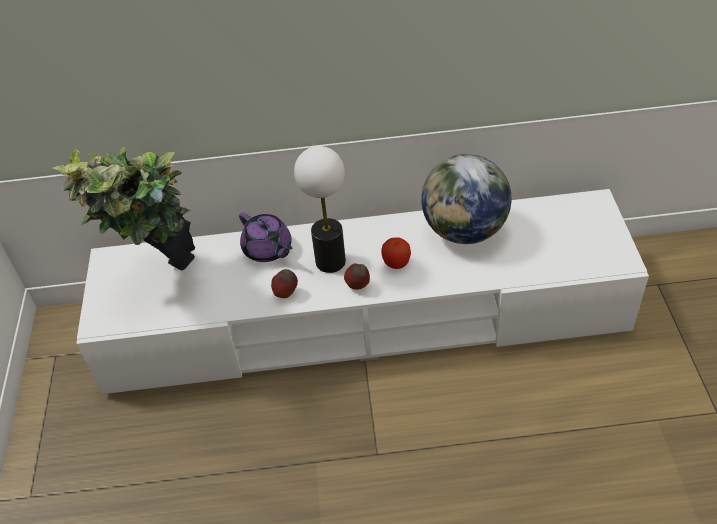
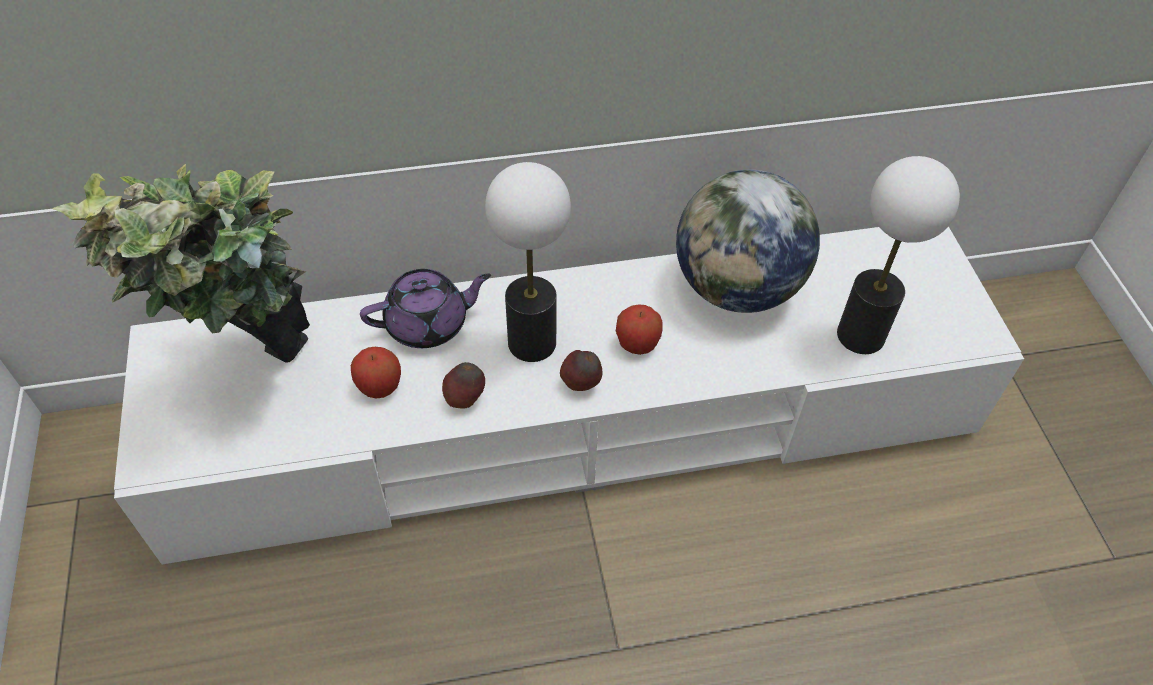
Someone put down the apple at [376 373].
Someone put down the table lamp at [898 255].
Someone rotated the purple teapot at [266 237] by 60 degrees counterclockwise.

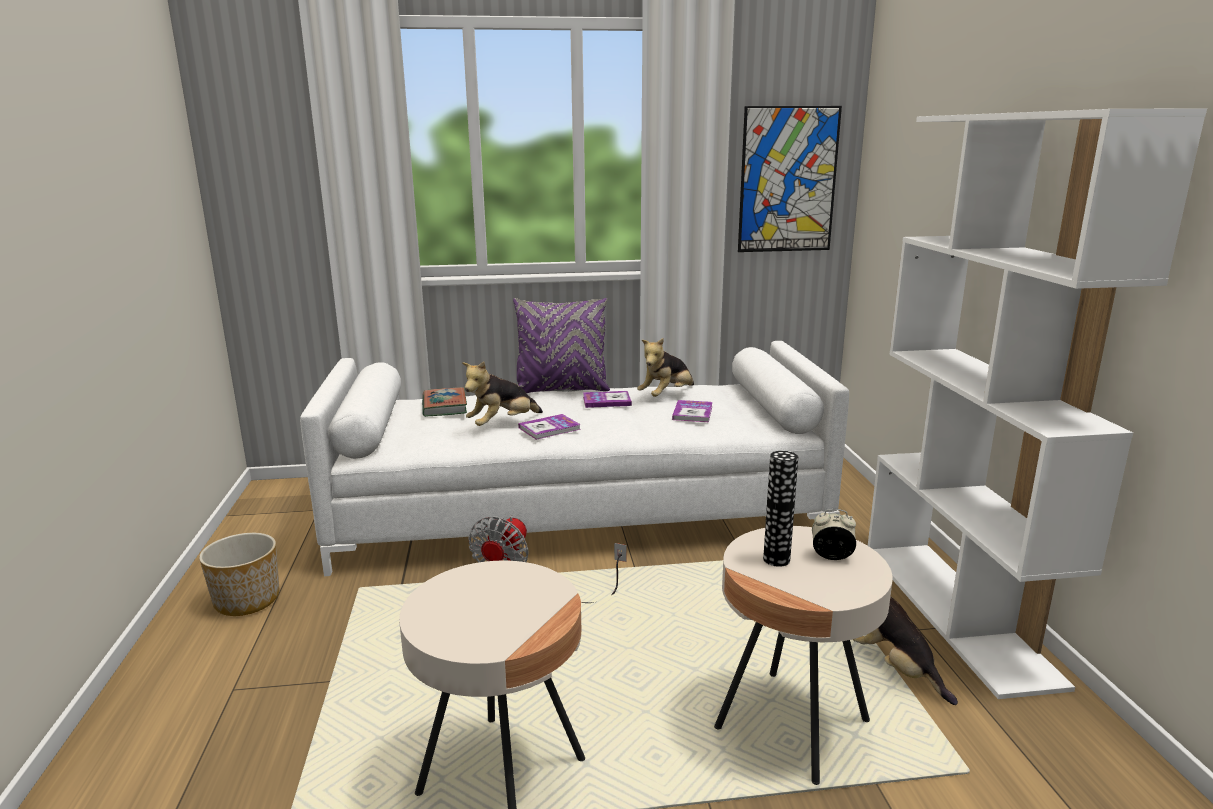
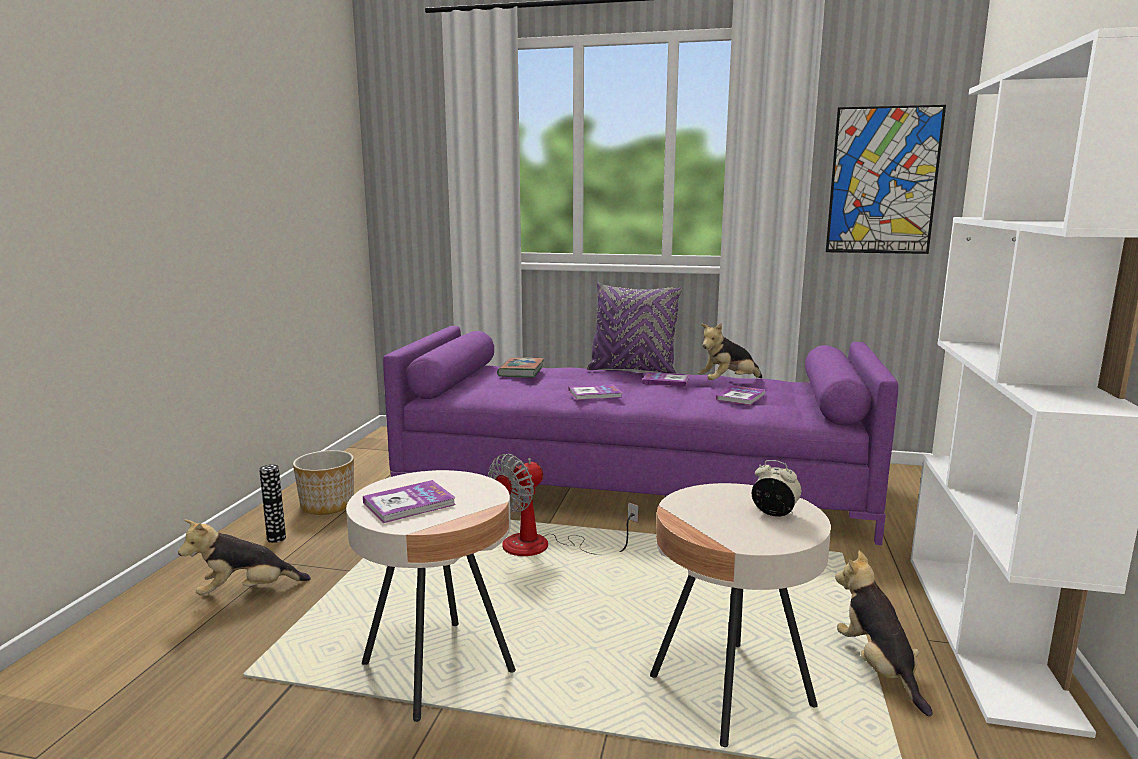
Someone put down the book at [409 501].
Someone carried the plush toy from [502 394] to [244 557].
Someone carried the vase from [780 509] to [272 503].
Someone repainted the white sofa at [574 458], which became the purple sofa at [640 435].

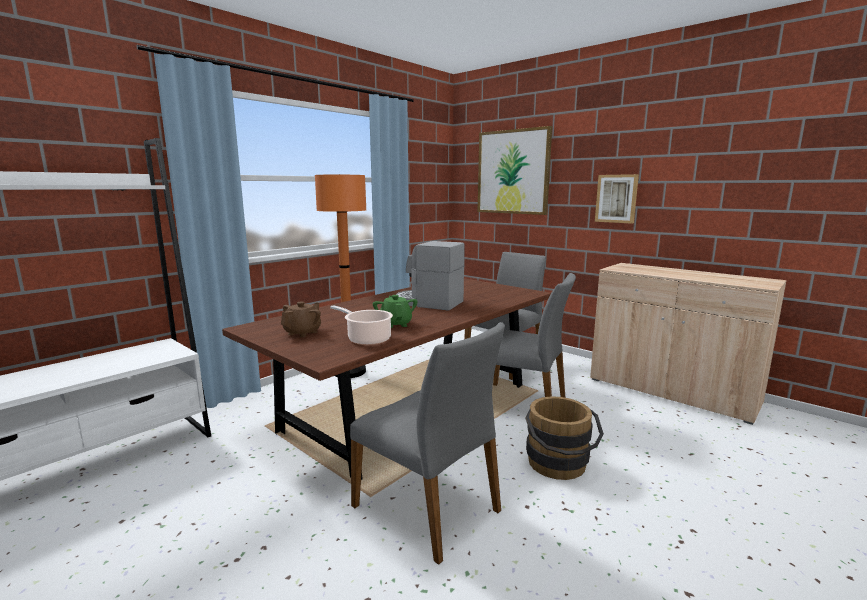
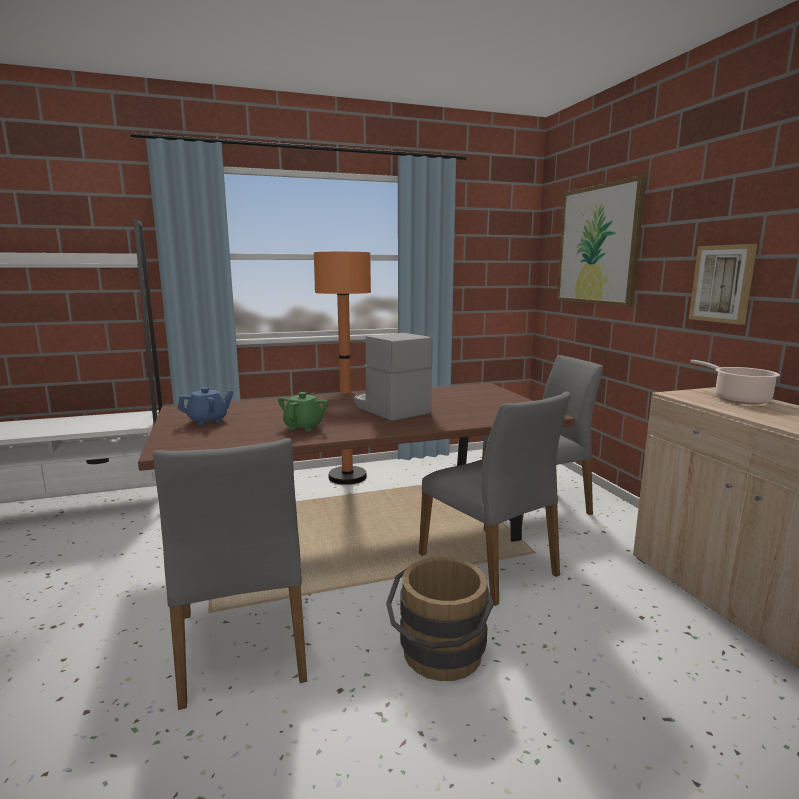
Someone carried the cooking pot from [361 325] to [735 382].
Someone repainted the brown teapot at [301 320], which became the blue teapot at [206 406].

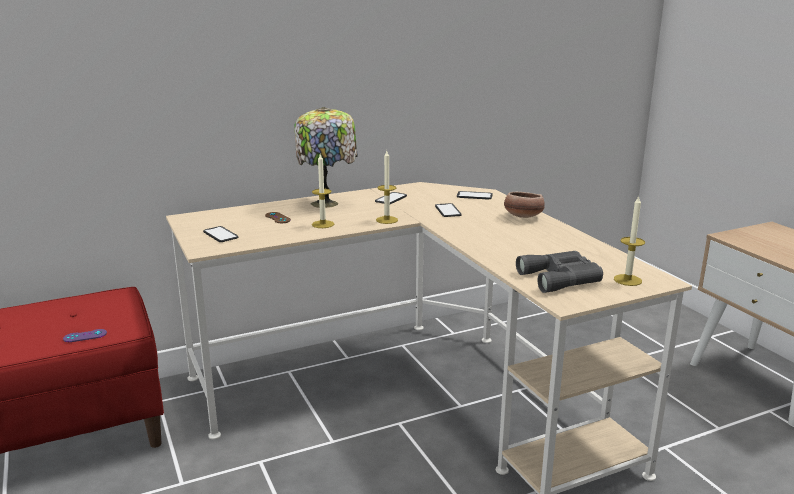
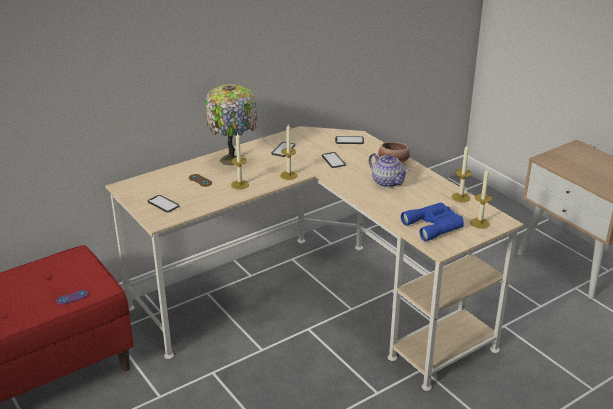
Someone put down the teapot at [389 170].
Someone put down the candle at [462 174].
Someone repainted the grey binoculars at [559 272], which became the blue binoculars at [432 222].

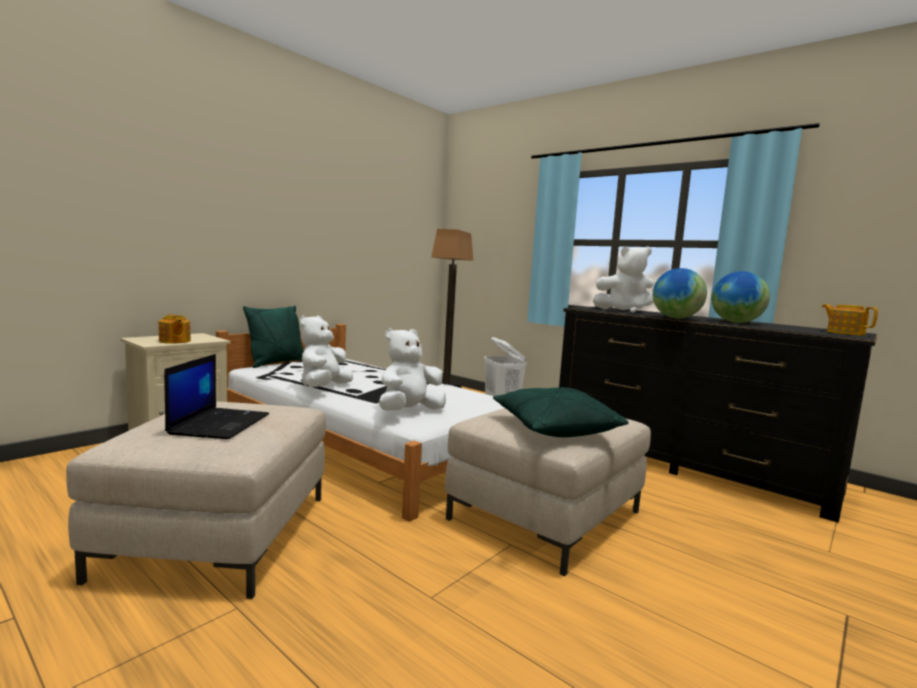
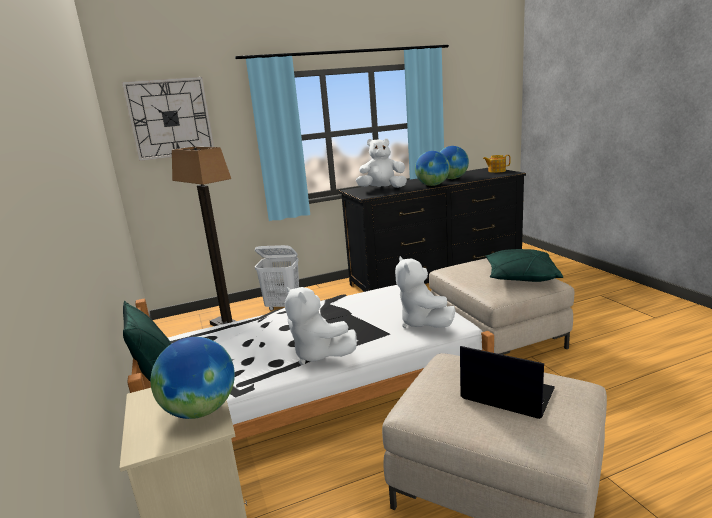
Someone put up the wall clock at [168 119].
Someone swapped the teapot at [175 329] for the globe at [193 378].
Someone rotated the white plush toy at [623 279] by 120 degrees counterclockwise.

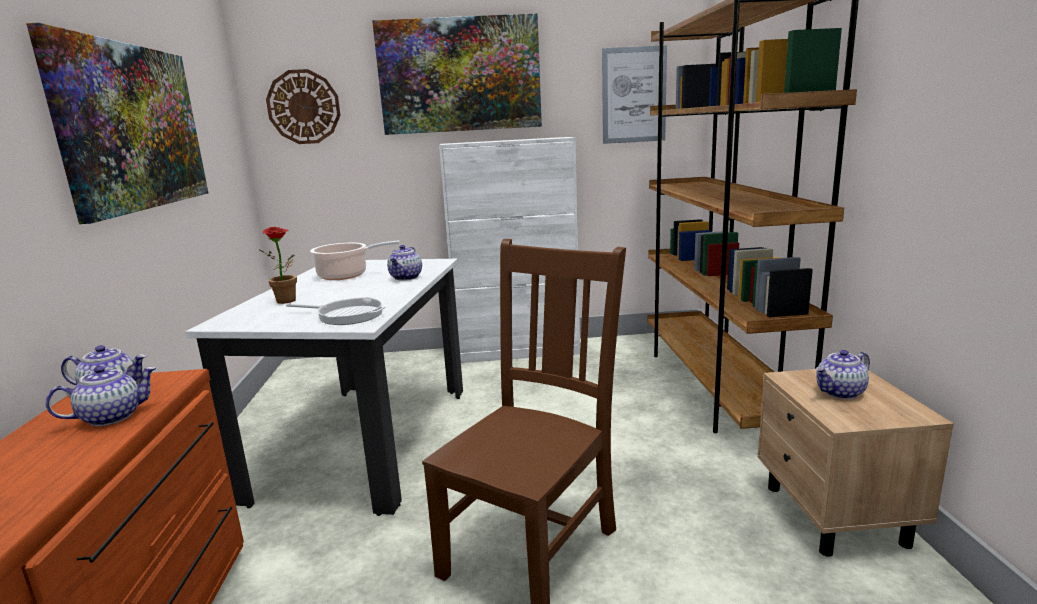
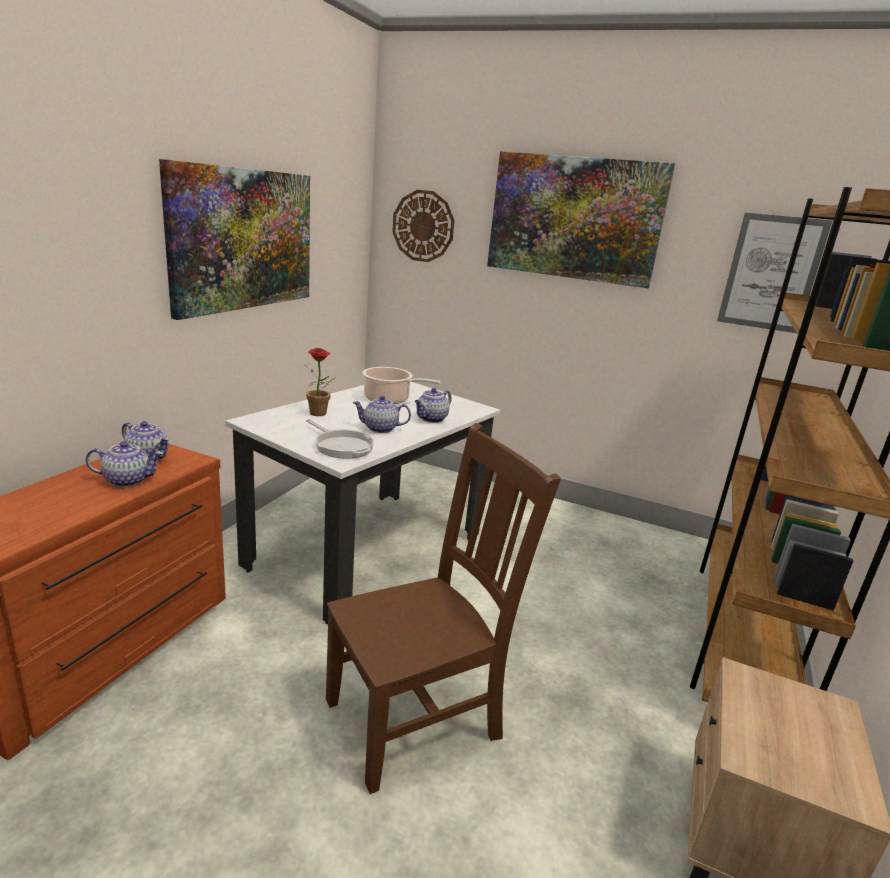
Someone took away the white cabinet at [509 250].
Someone carried the teapot from [842 374] to [381 414].

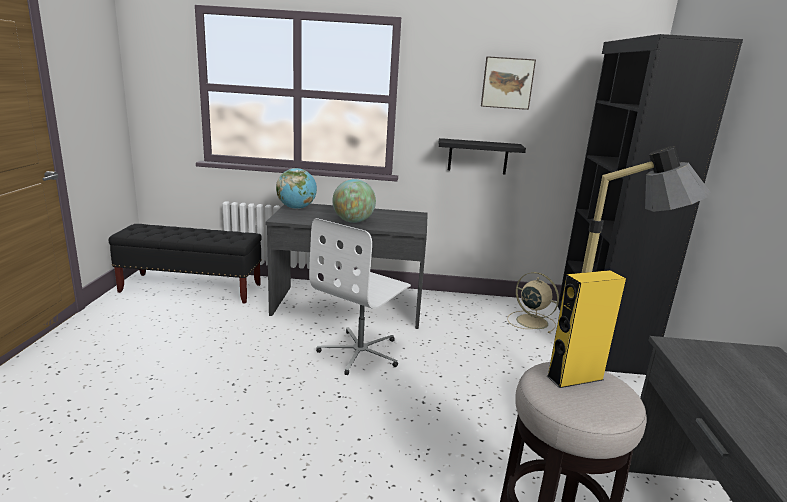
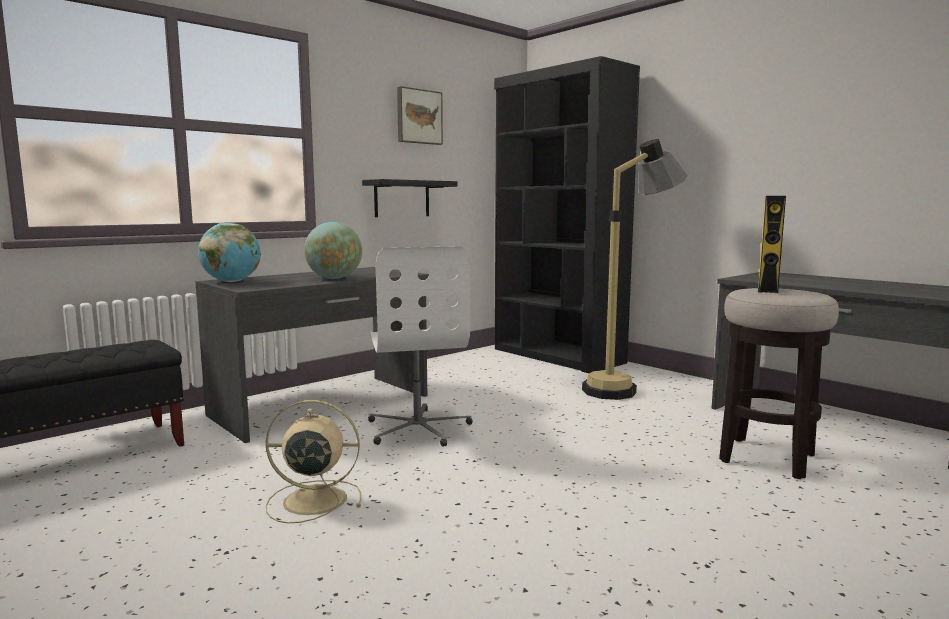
Someone carried the beige fan from [533 302] to [313 461].

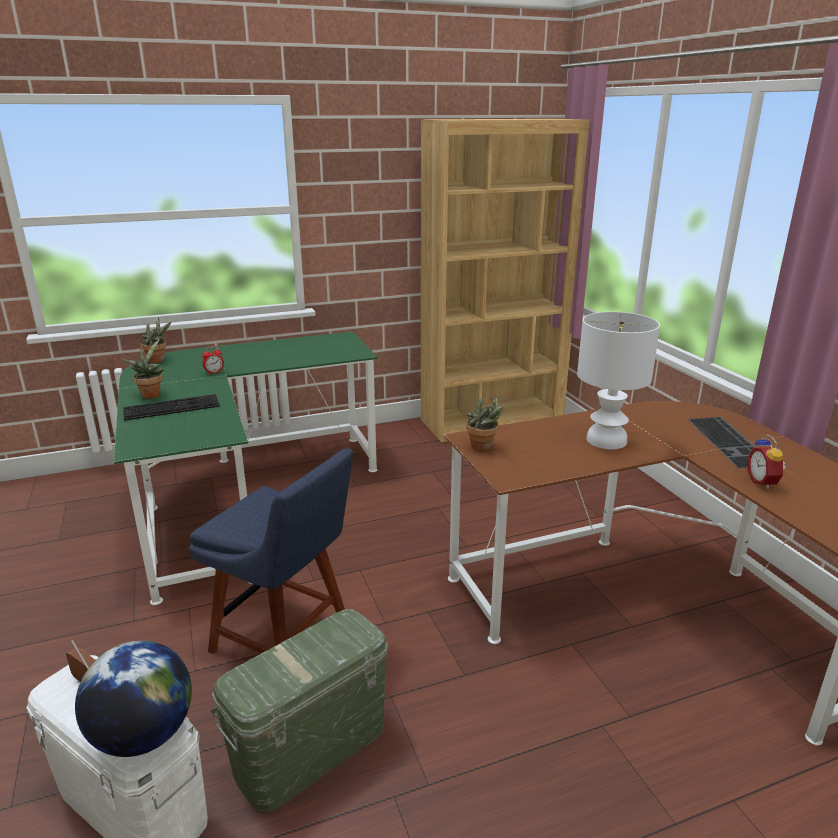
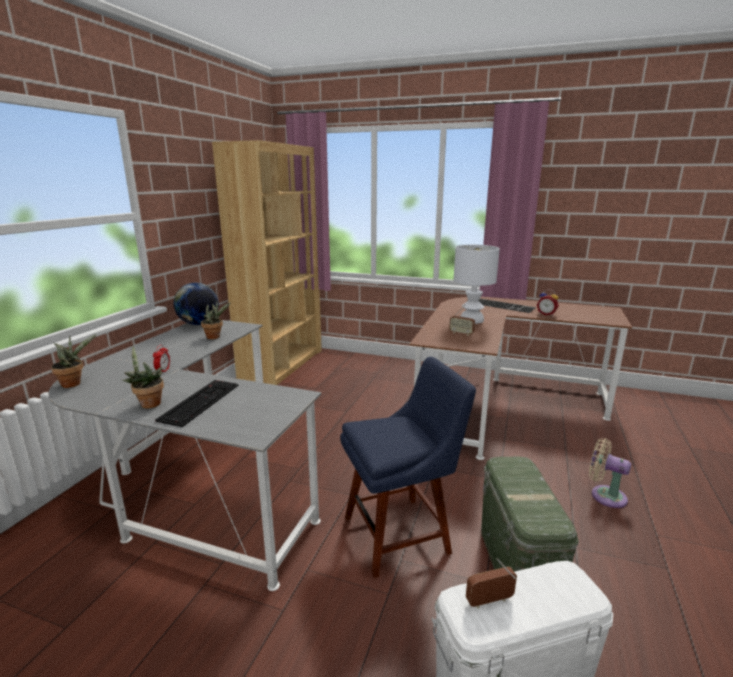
Someone put down the radio at [462 320].
Someone put down the beige fan at [610 473].
Someone carried the globe from [133 699] to [196 304].
Someone carried the potted plant from [485 423] to [216 320].
Someone repainted the green desk at [246 468], which became the grey desk at [184 455].

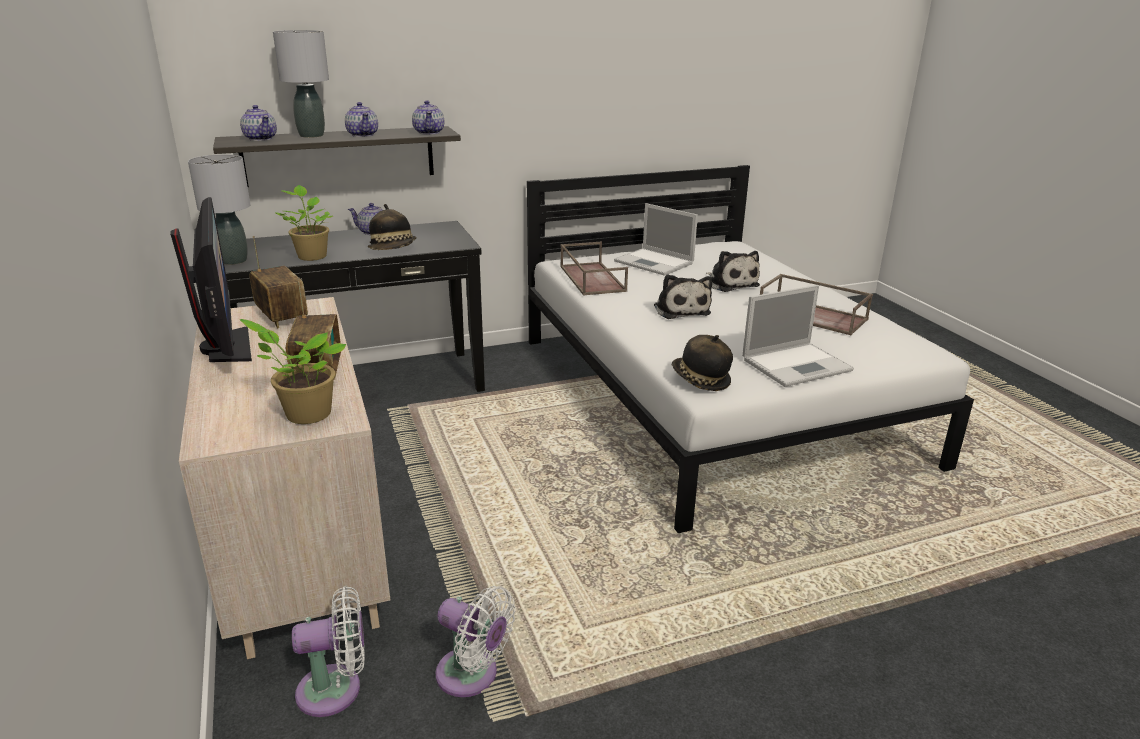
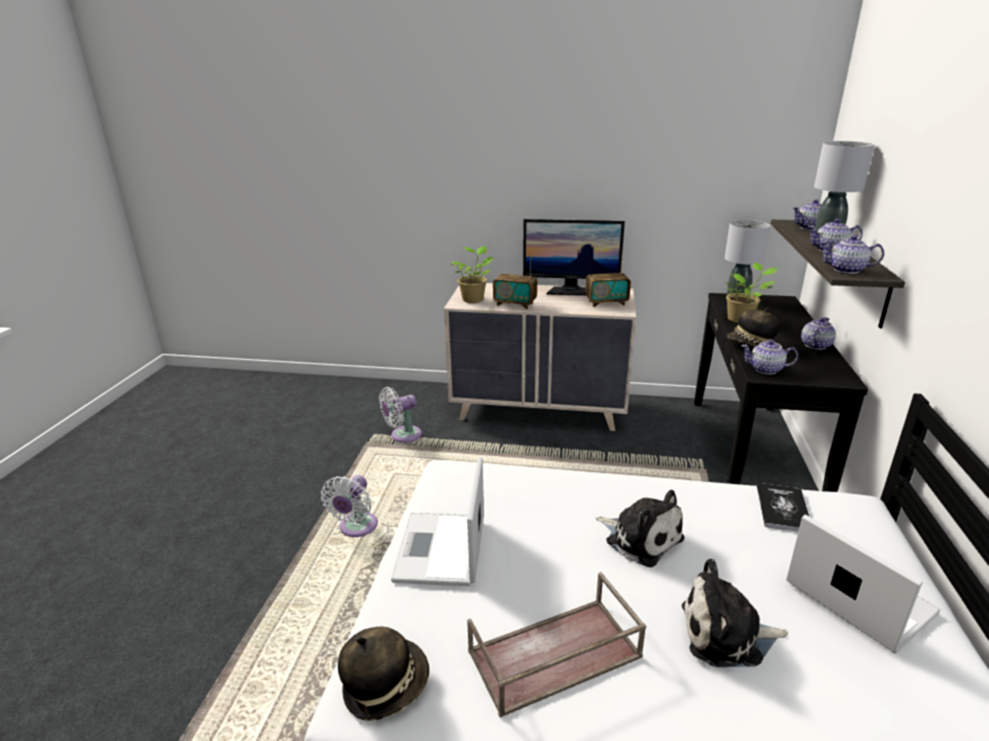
Someone put down the teapot at [769 357].
Someone carried the white fan from [328 651] to [349 506].
Someone carried the hat from [702 363] to [383 674].
Someone swapped the brown tray at [594 269] for the book at [783 507].
Someone rotated the laptop at [656 239] by 75 degrees clockwise.
Someone rotated the plush toy at [683 297] by 150 degrees counterclockwise.

